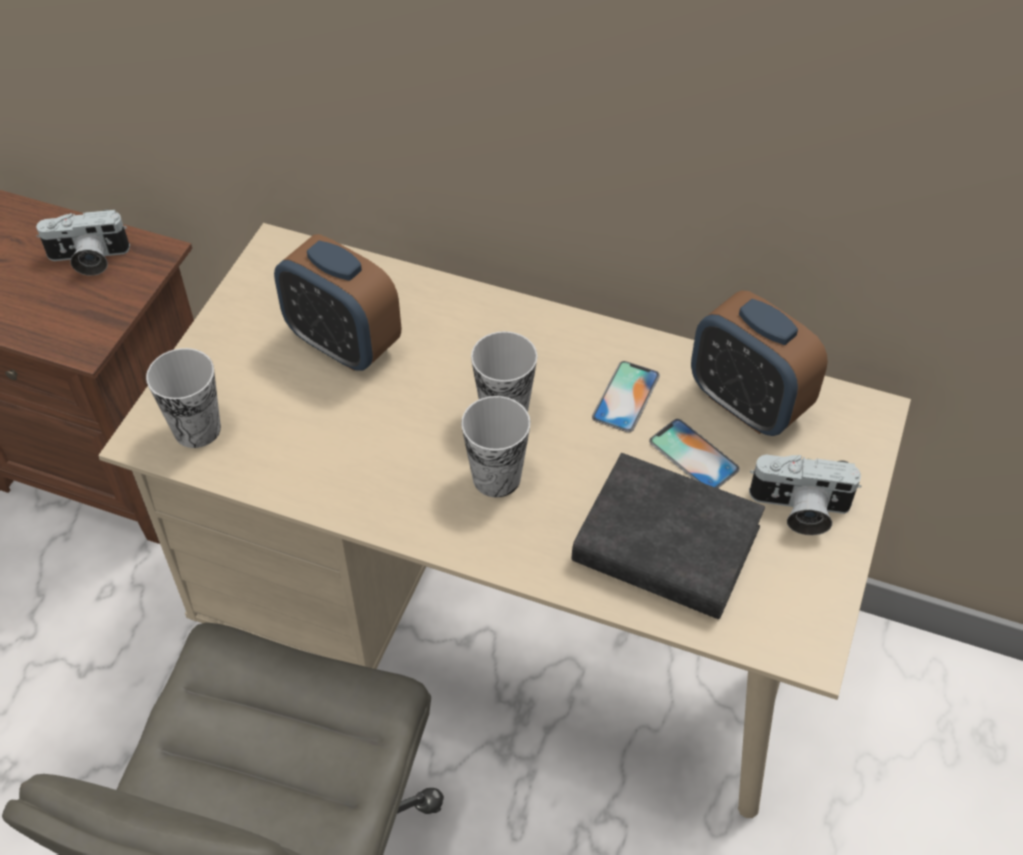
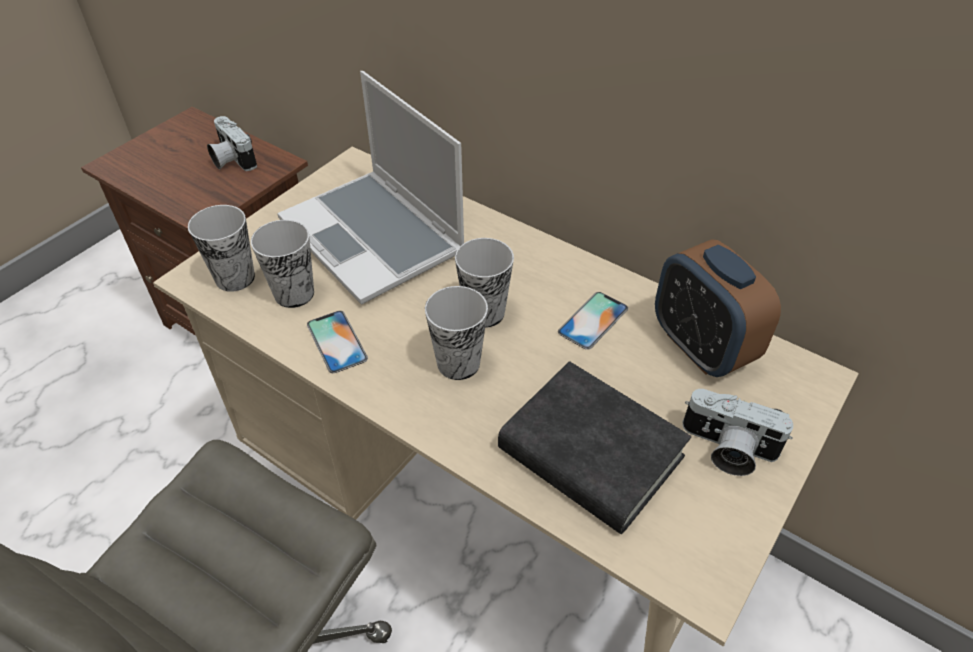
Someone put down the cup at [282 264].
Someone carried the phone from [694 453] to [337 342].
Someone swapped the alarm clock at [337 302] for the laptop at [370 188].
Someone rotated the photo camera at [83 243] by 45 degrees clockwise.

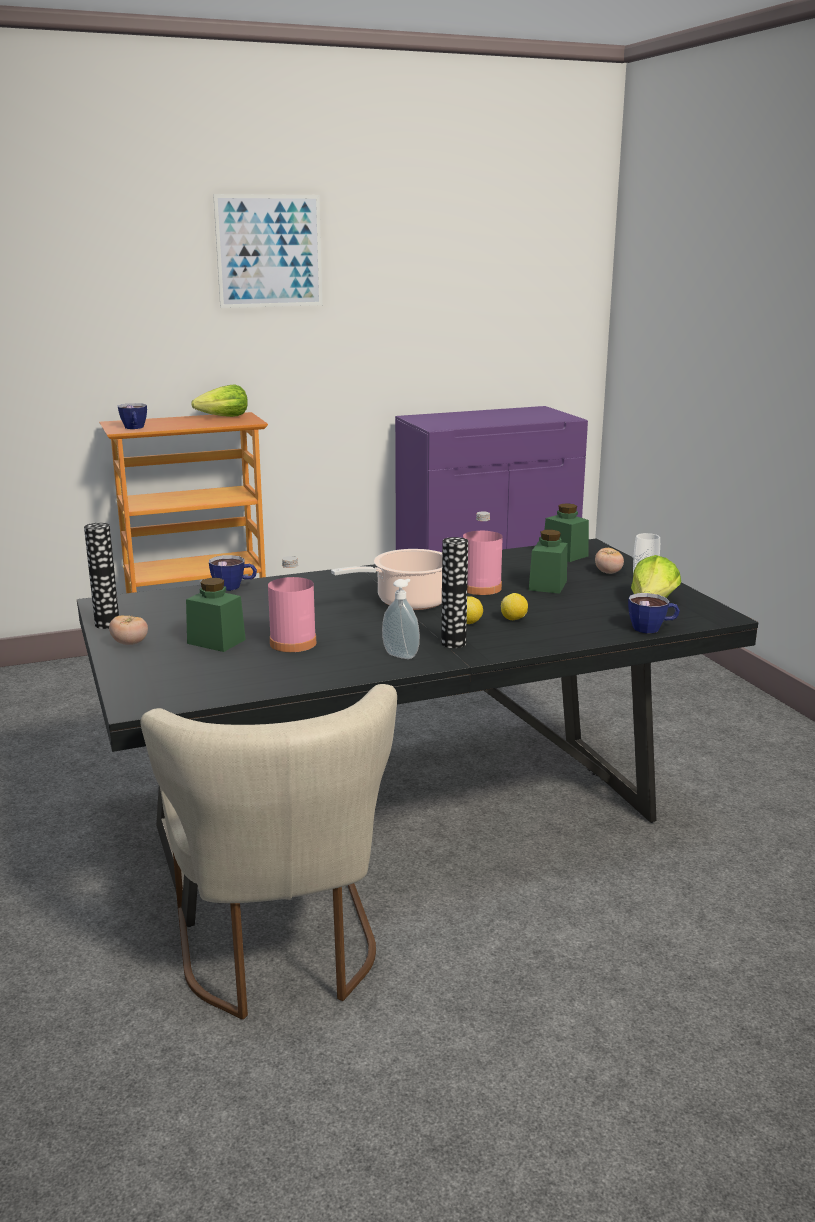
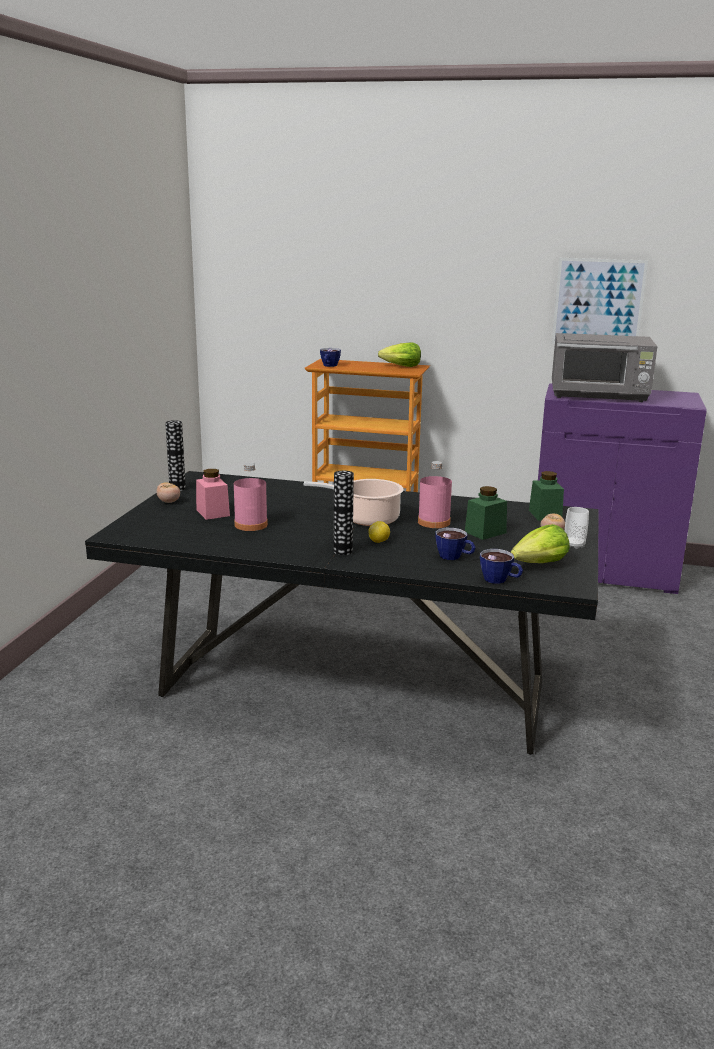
Someone took away the beige chair at [268 852].
Someone took away the soap dispenser at [401 619].
Someone took away the lemon at [514 606].
Someone put down the grey microwave at [604 367].
Someone carried the cup from [233 573] to [455 544].
Someone carried the picture from [267 251] to [600 301].
Someone repainted the green jar at [216 615], which became the pink jar at [213 494].

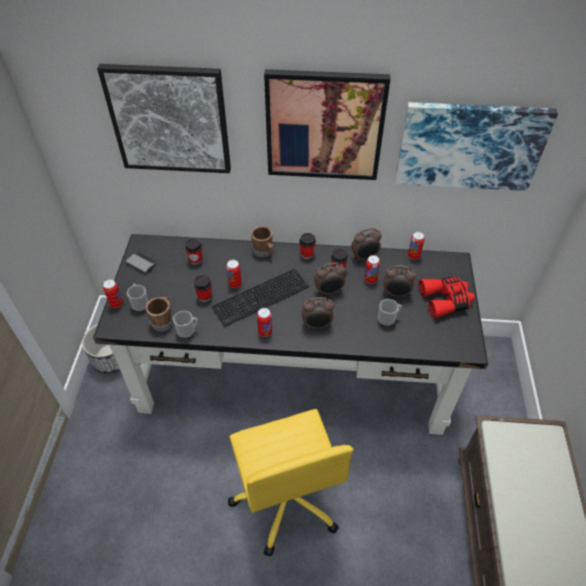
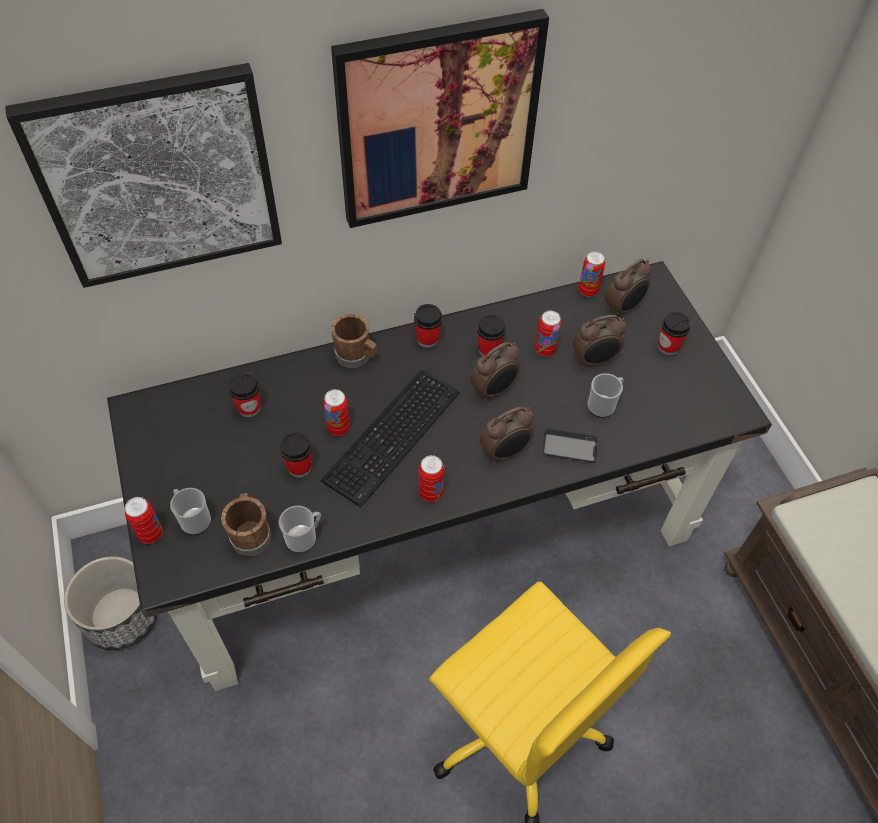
Someone took away the picture at [476 146].
Someone carried the phone from [141 262] to [570 445].
Someone carried the alarm clock from [366 244] to [628 288].
Someone swapped the red binoculars at [447 297] for the cup at [674 333].

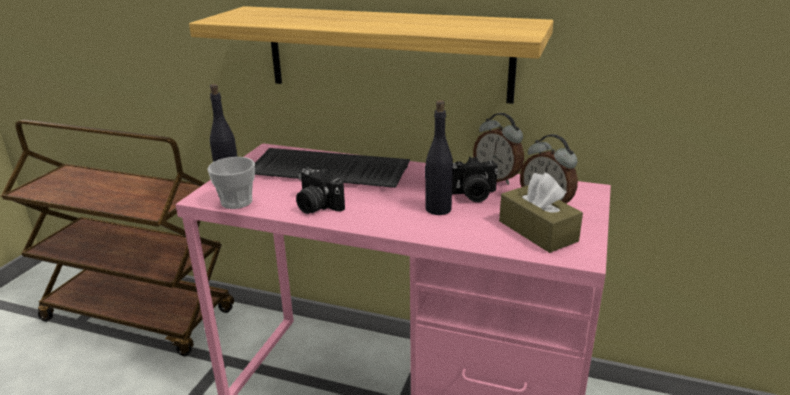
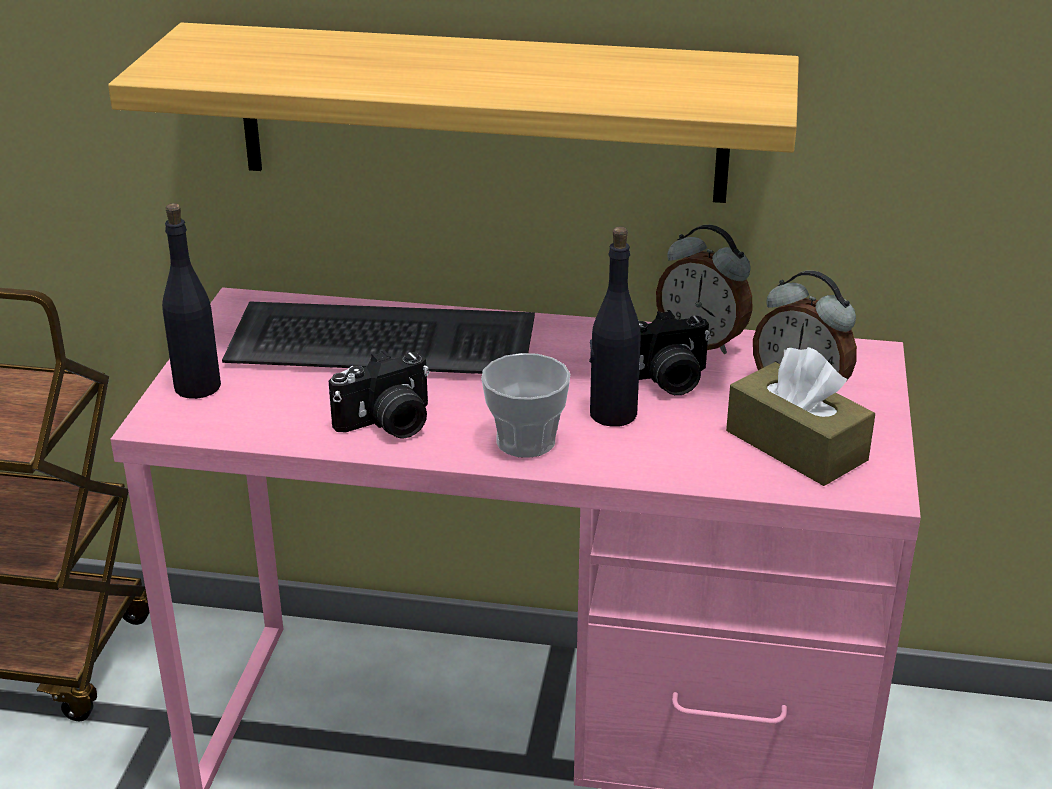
Someone carried the cup from [231 183] to [525 405].
Someone rotated the photo camera at [320 190] by 60 degrees counterclockwise.

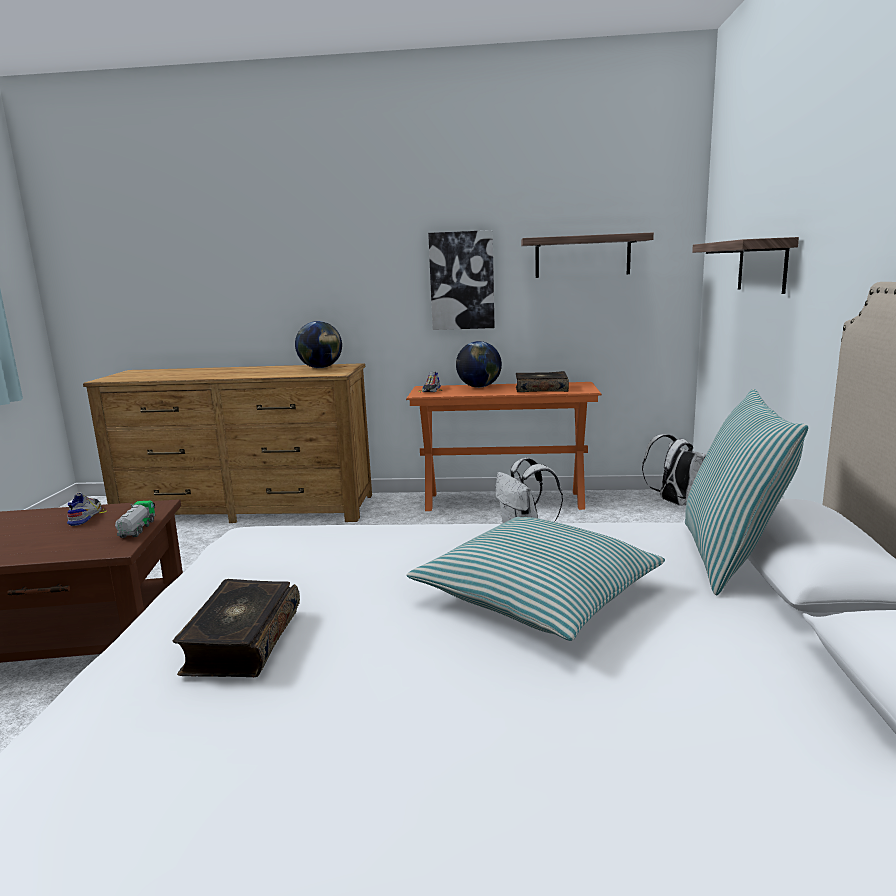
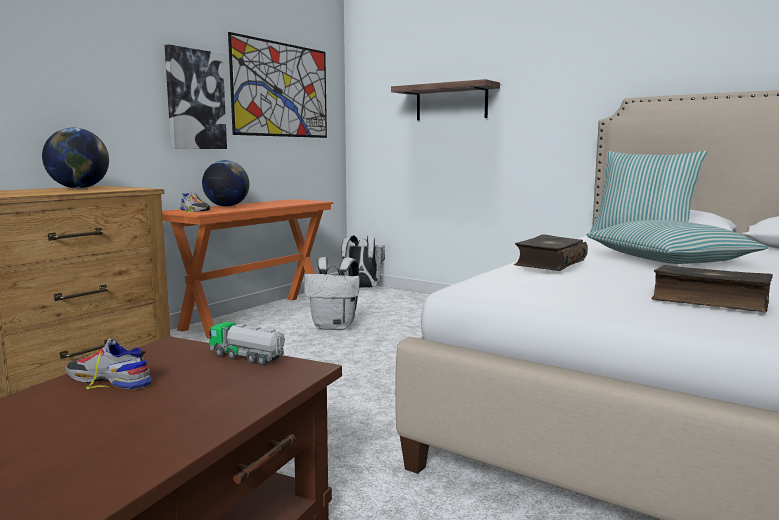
Someone carried the book from [542 381] to [551 252].
Someone swapped the shelf at [587 255] for the picture at [277 85].

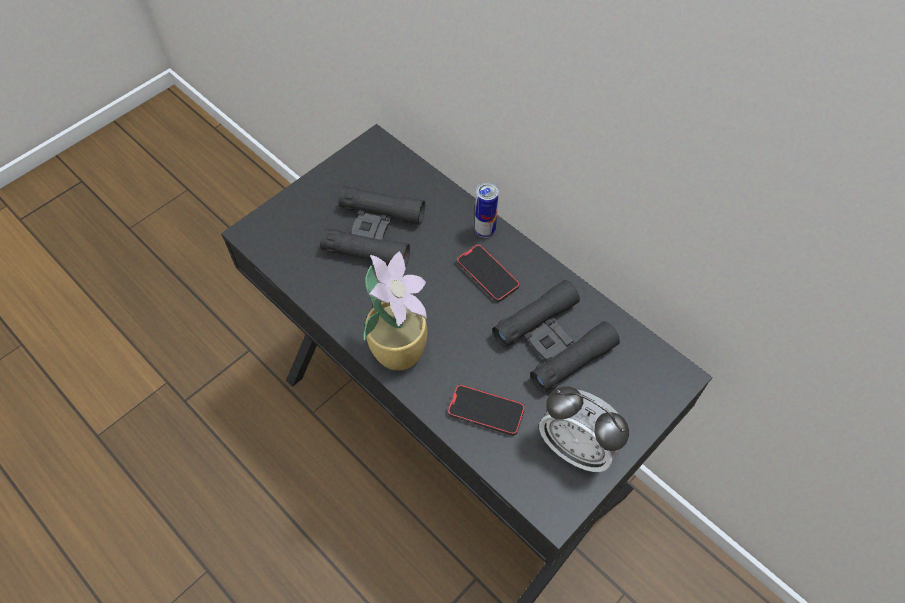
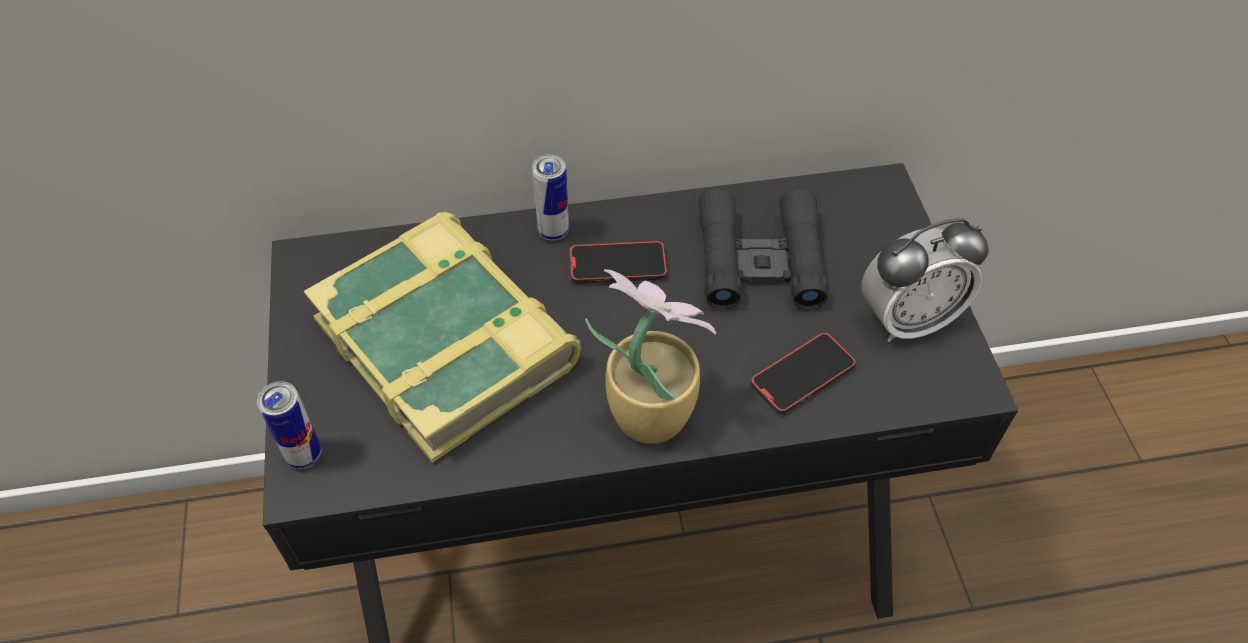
Someone put down the can at [289 425].
Someone swapped the black binoculars at [372 226] for the book at [442 337].

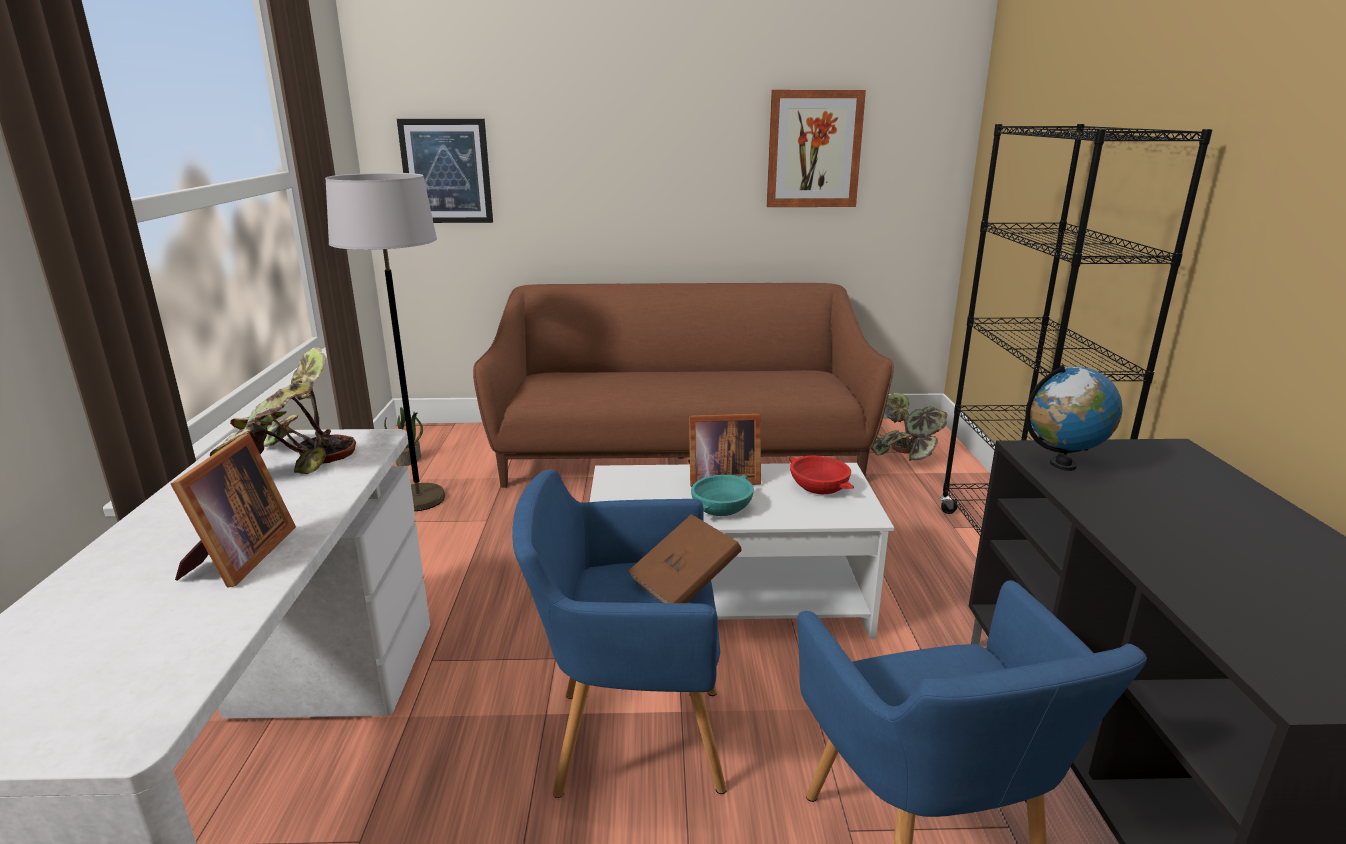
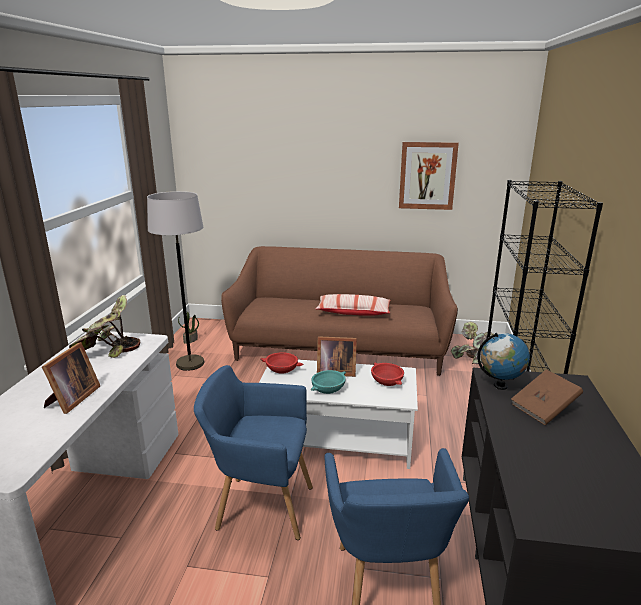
Someone took away the picture at [445 171].
Someone put down the red bowl at [281 362].
Someone put down the pillow at [353 305].
Someone carried the brown book from [685 558] to [547 397].

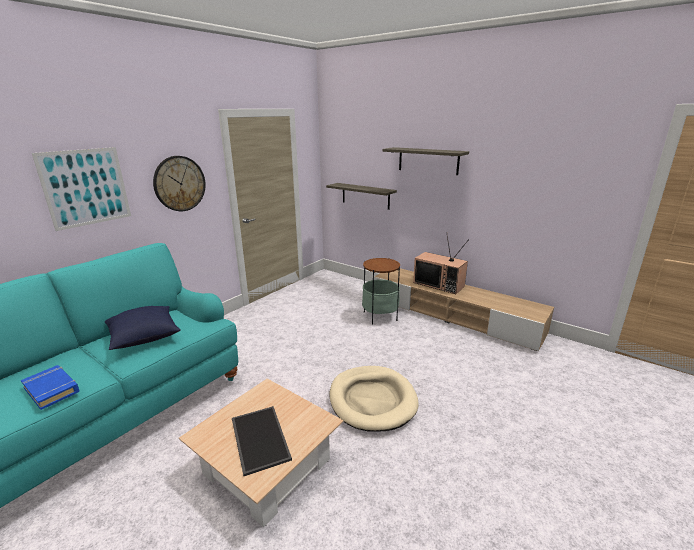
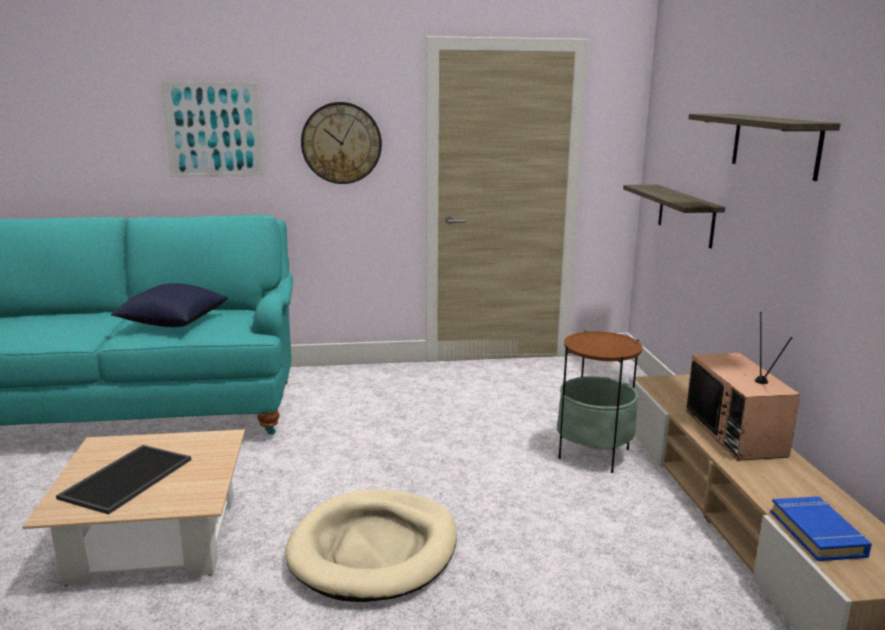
Someone carried the blue book from [50 387] to [821 529].

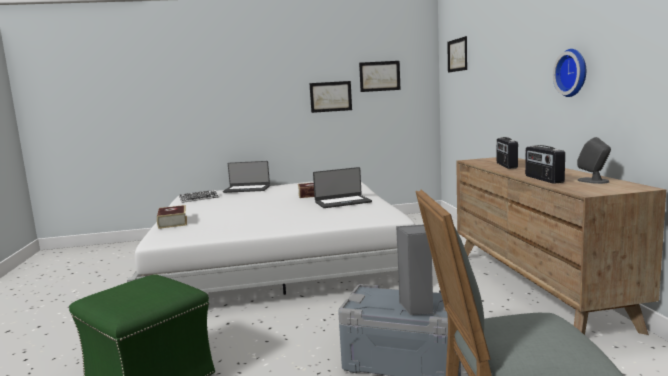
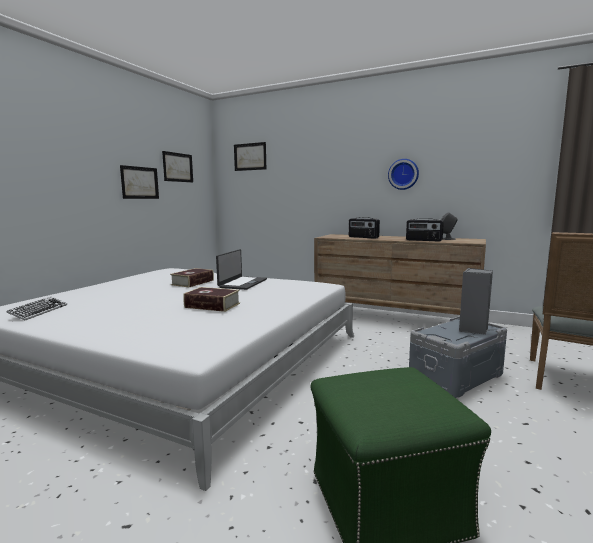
Someone took away the laptop at [246 177].
Someone carried the book from [172 217] to [211 299].

